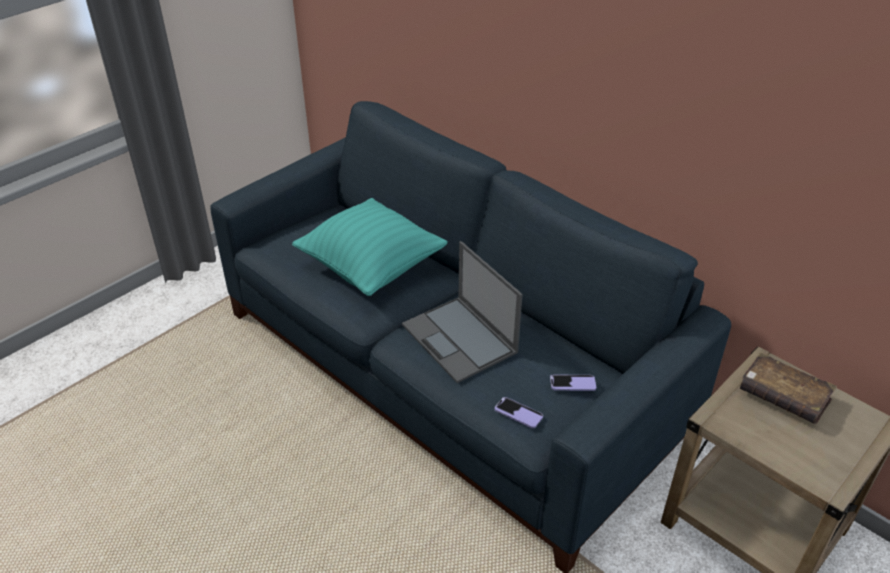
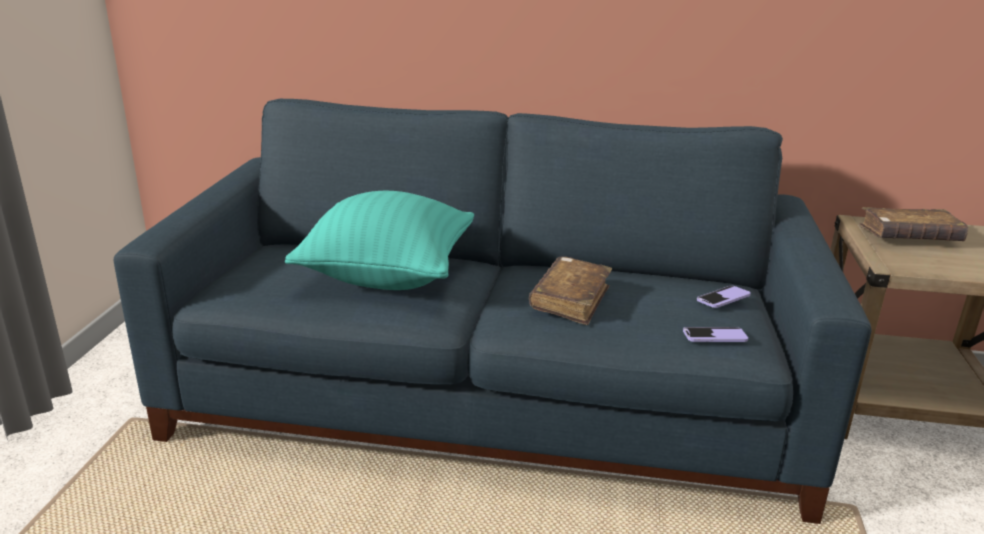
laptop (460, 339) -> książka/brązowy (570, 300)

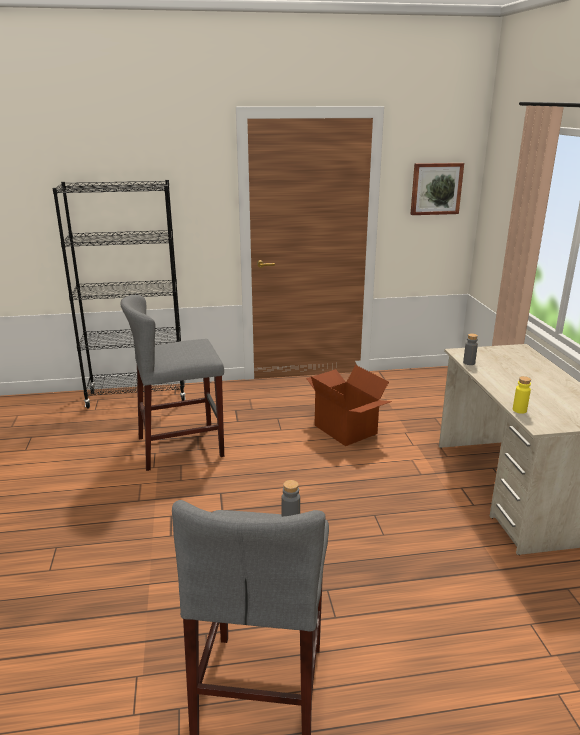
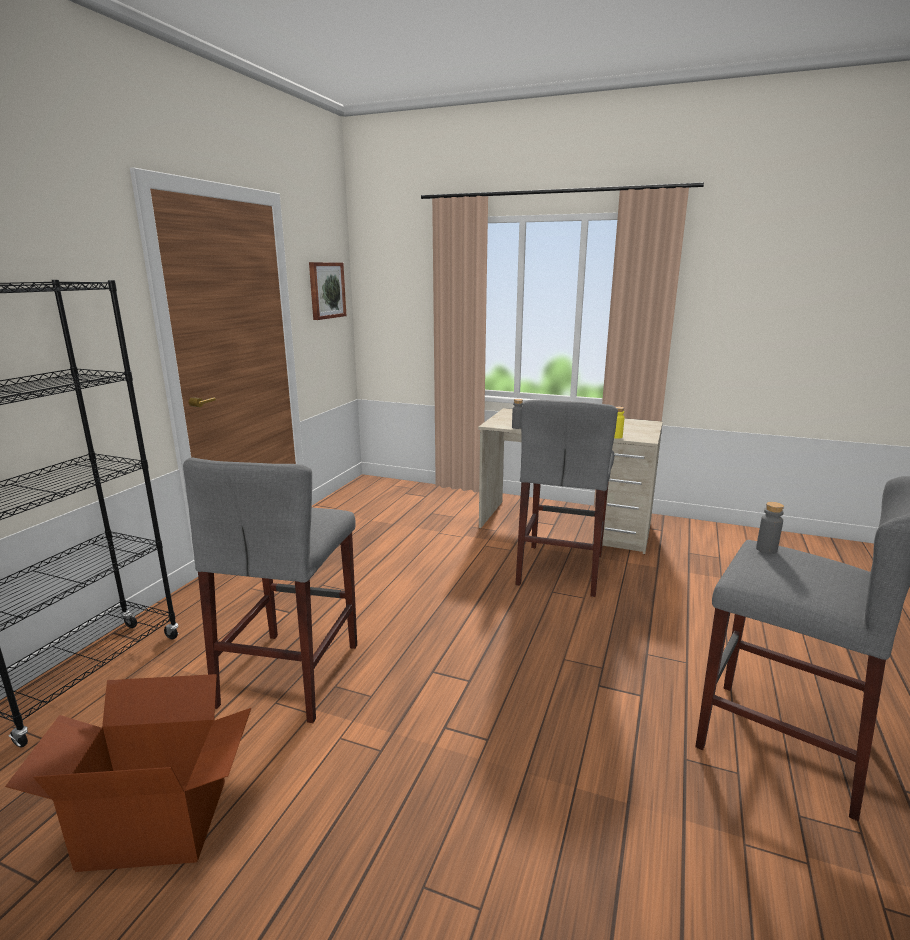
none -> stołek/szary (561, 569)
karton (346, 429) -> karton (156, 821), shifted

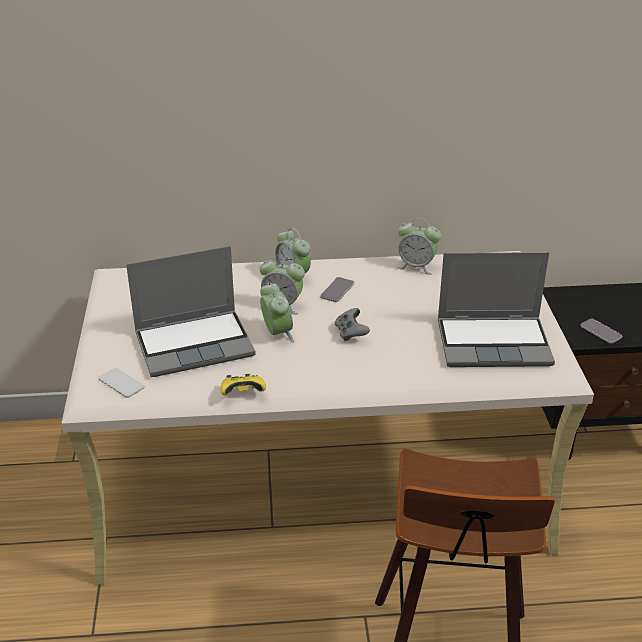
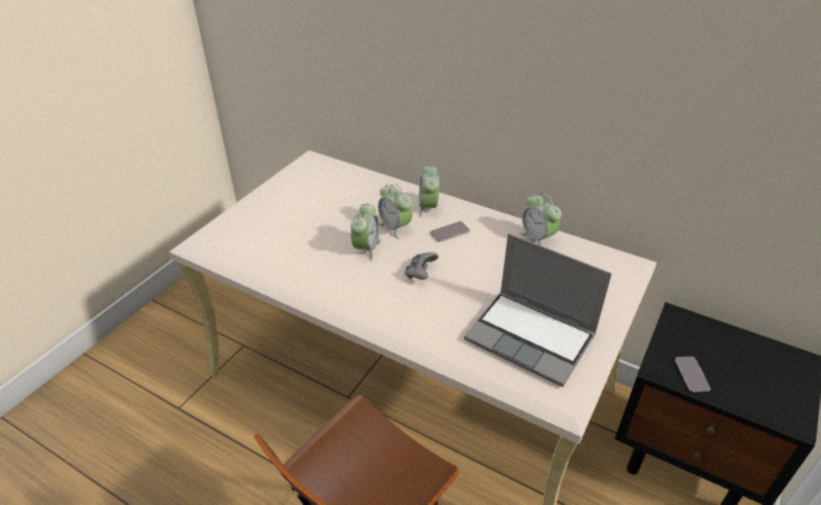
telefon (121, 383) -> none
laptop (195, 344) -> none
pad do gier/żółty (243, 394) -> none

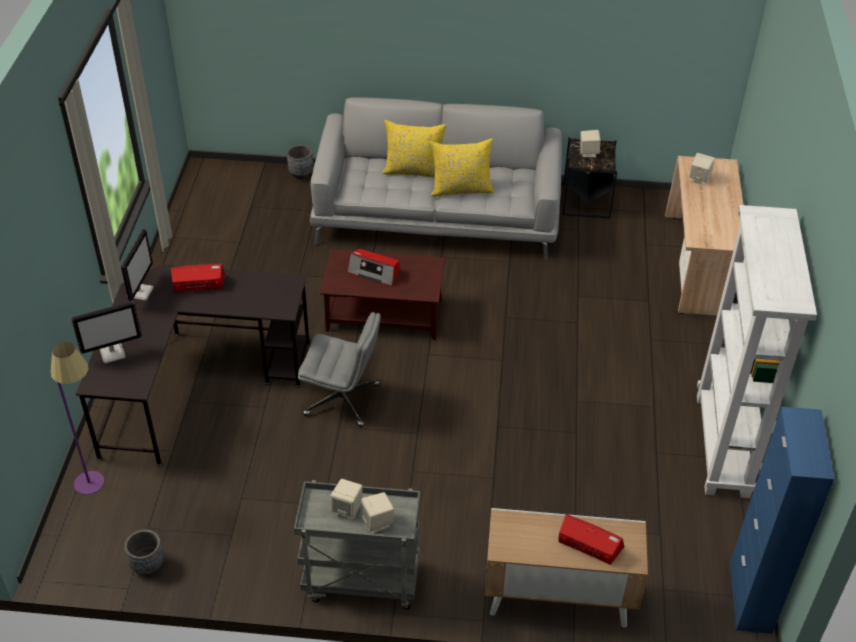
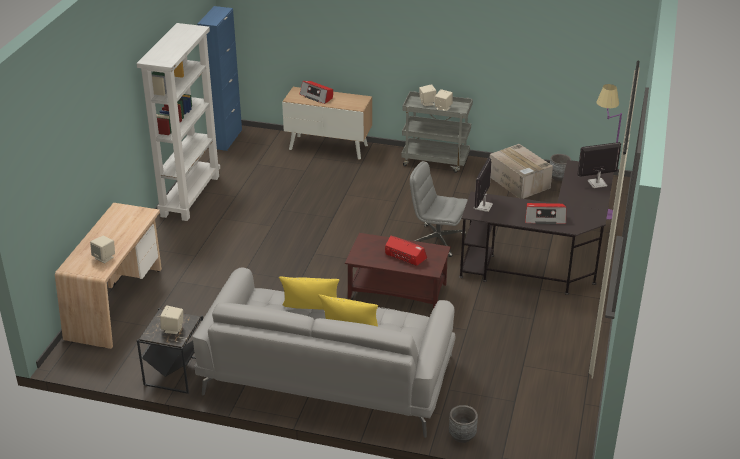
none -> karton (519, 182)
monitor (140, 292) -> monitor (483, 206), shifted

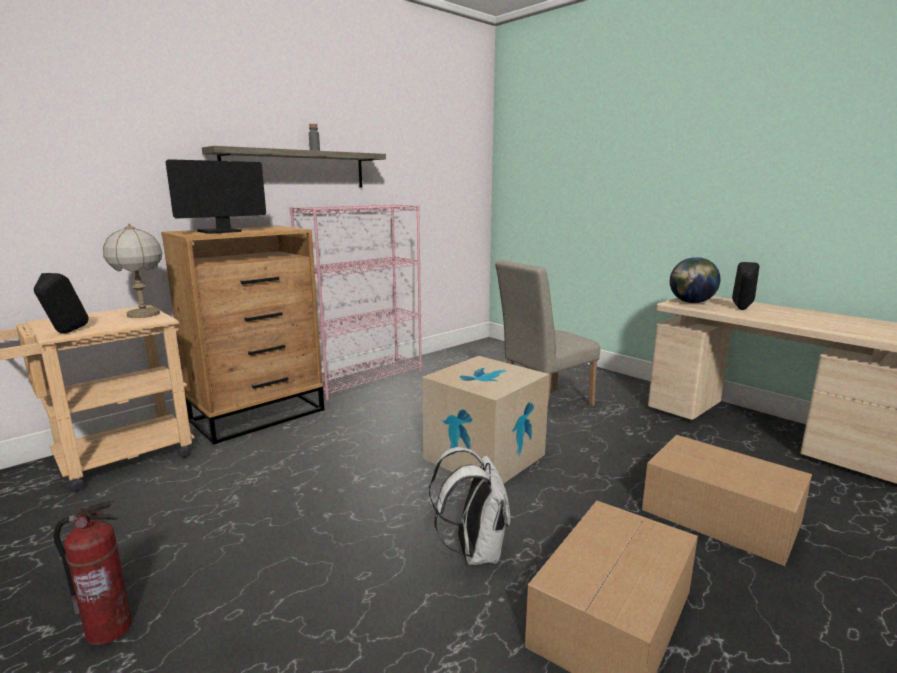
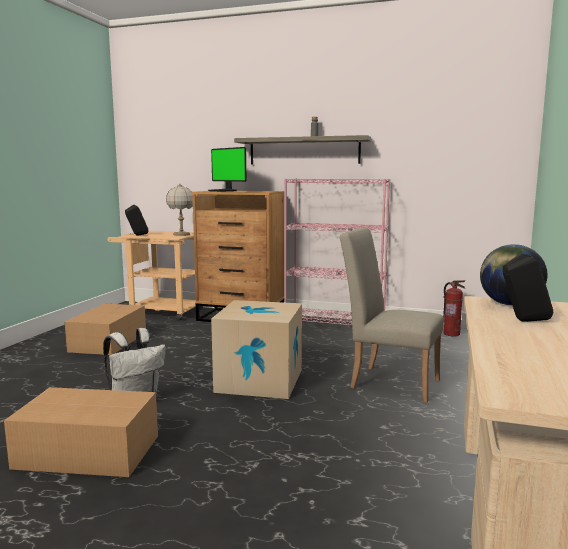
gaśnica (110, 628) -> gaśnica (452, 334), shifted
karton (718, 514) -> karton (109, 341), shifted
monitor (219, 232) -> monitor (223, 191), 150 degrees counterclockwise

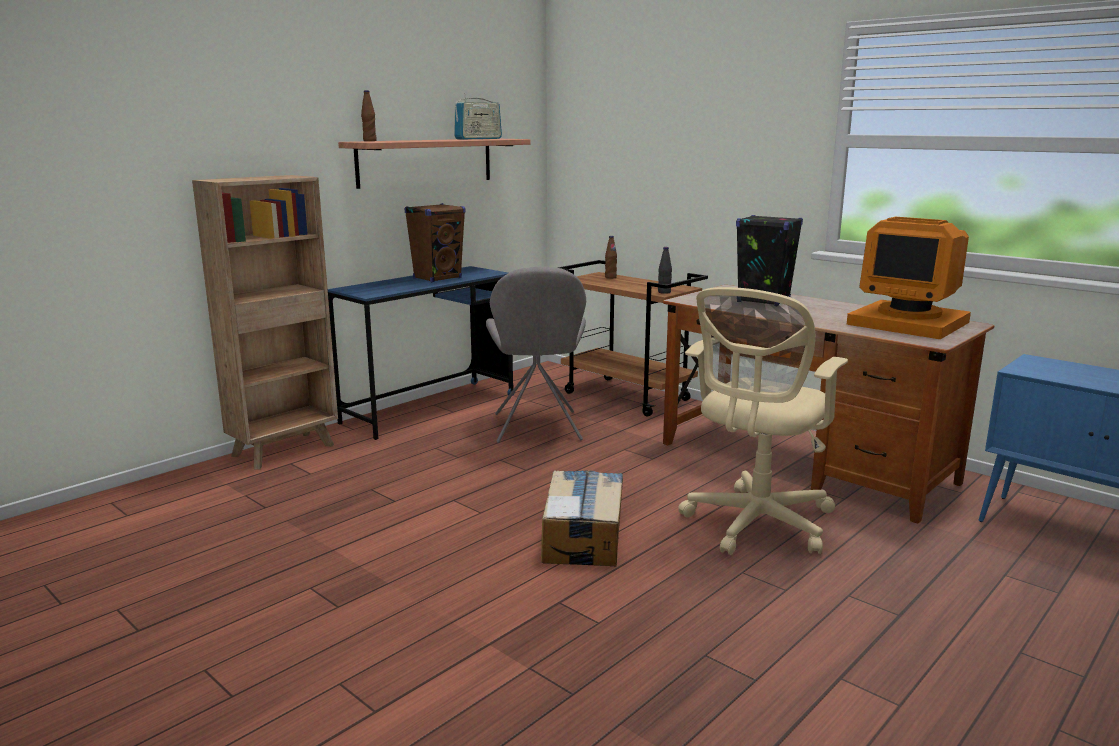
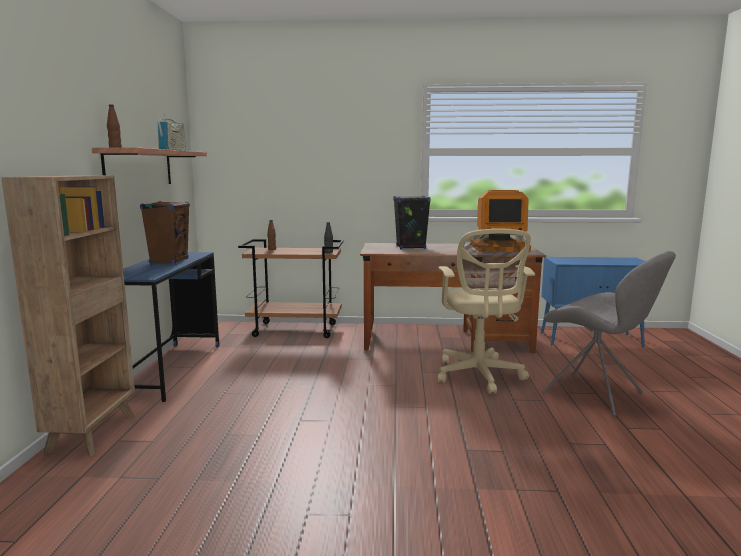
karton (583, 536) -> none
krzesło/szary (537, 428) -> krzesło/szary (596, 394), shifted

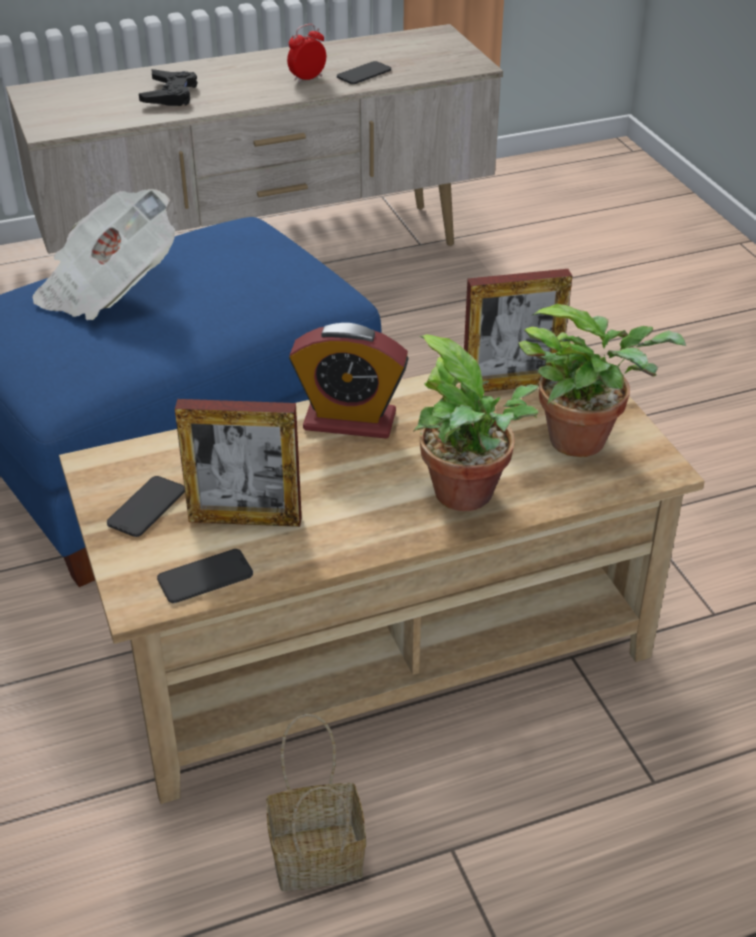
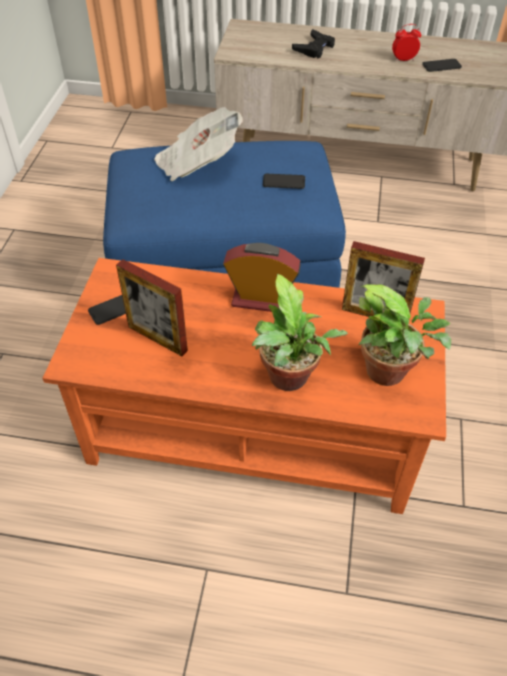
koszyk (320, 855) -> none
telefon (205, 577) -> telefon (284, 182), shifted
ława/beżowy (378, 643) -> ława/pomarańczowy (253, 427)
budzik (349, 421) -> budzik (261, 300), 150 degrees clockwise

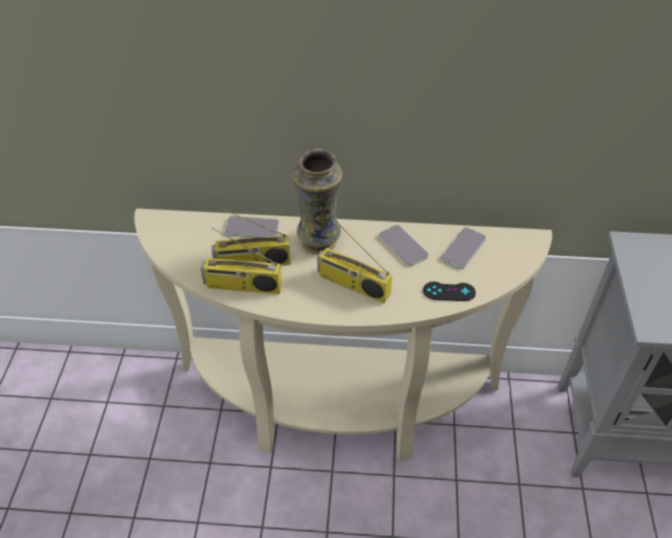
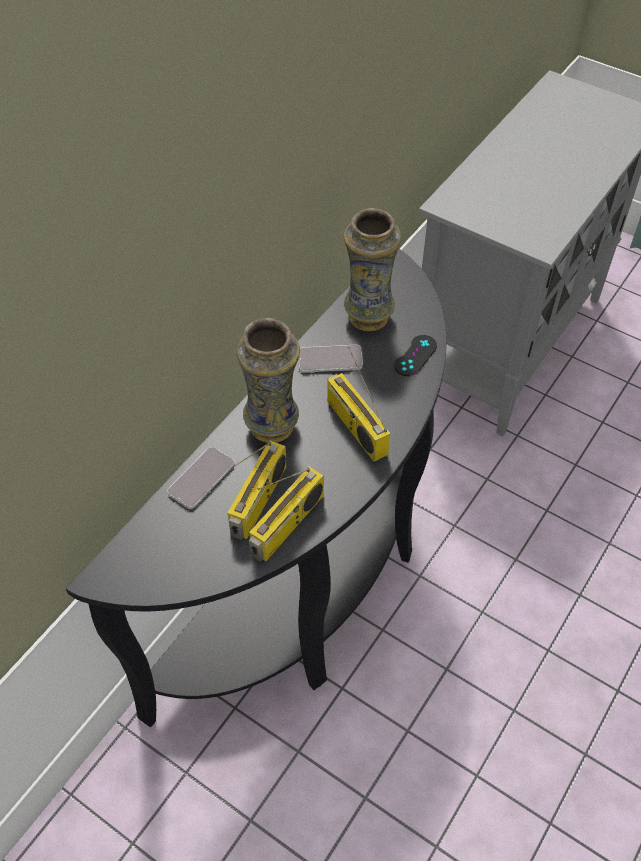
telefon (463, 248) -> wazon (368, 316)
stolik konsolowy/beżowy (336, 408) -> stolik konsolowy/czarny (311, 587)
radio (352, 285) -> radio (354, 426), 90 degrees clockwise

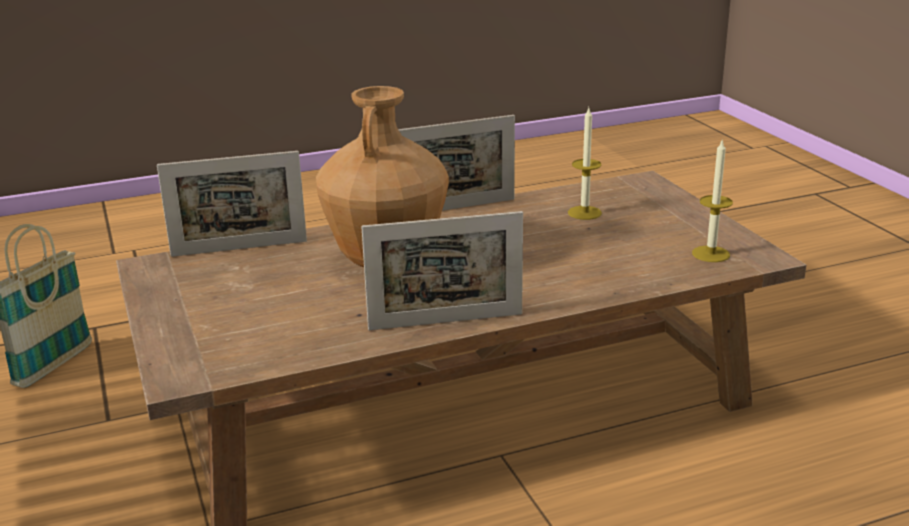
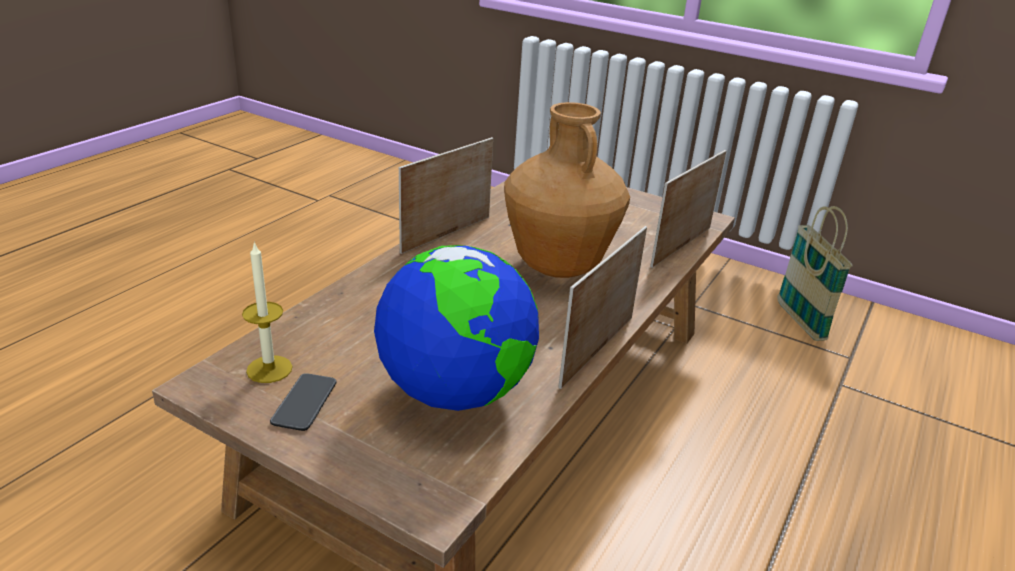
none -> telefon (304, 403)
świeca (584, 213) -> globus (455, 392)

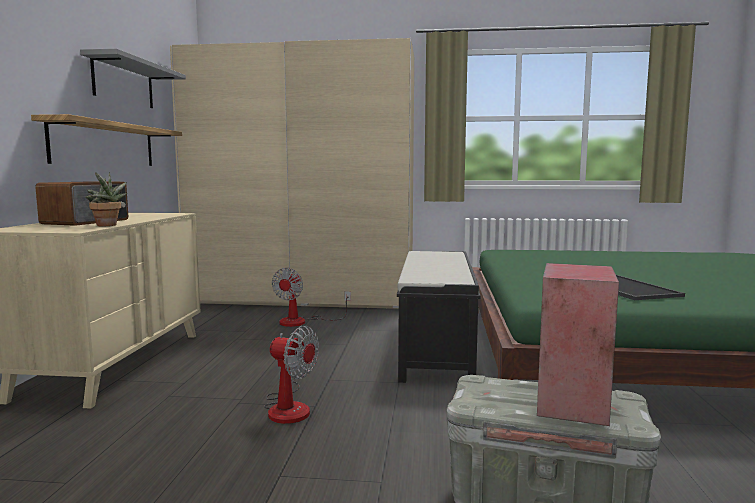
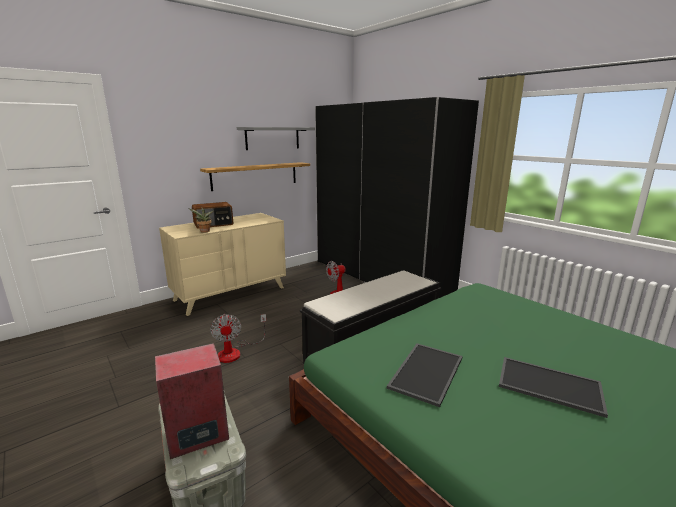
none -> taca (548, 386)
szafa/beżowy (303, 298) -> szafa/czarny (380, 276)

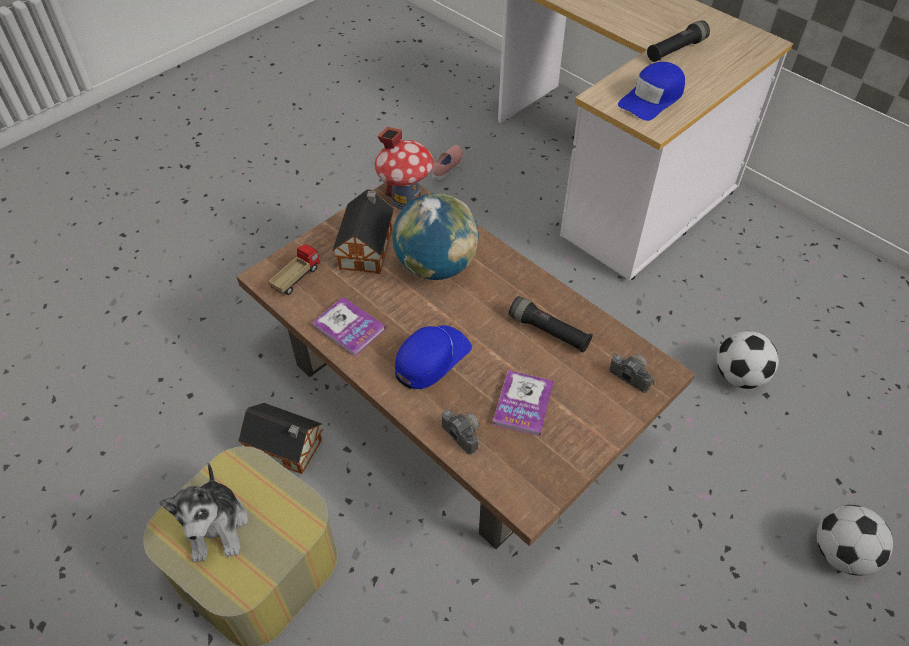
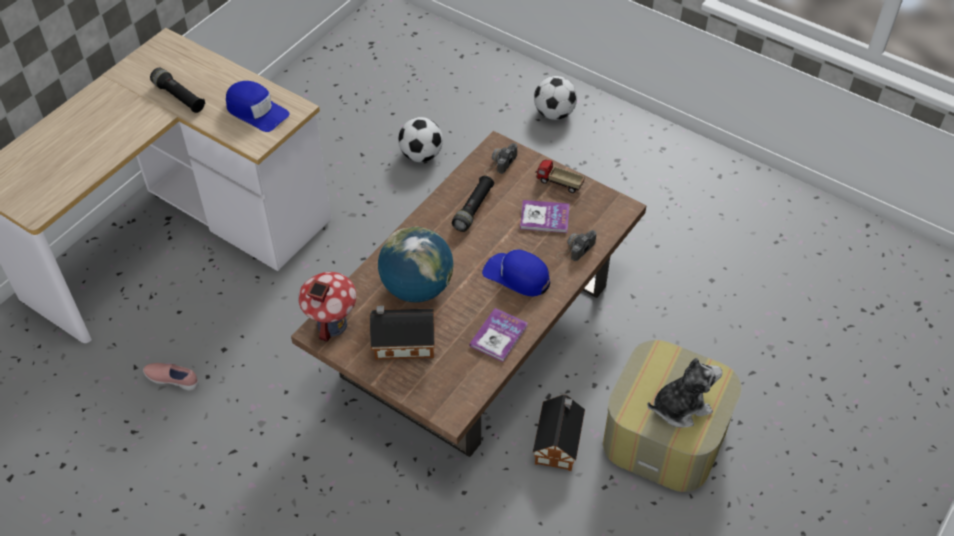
ciężarówka zabawkowa (296, 278) -> ciężarówka zabawkowa (559, 183), shifted

